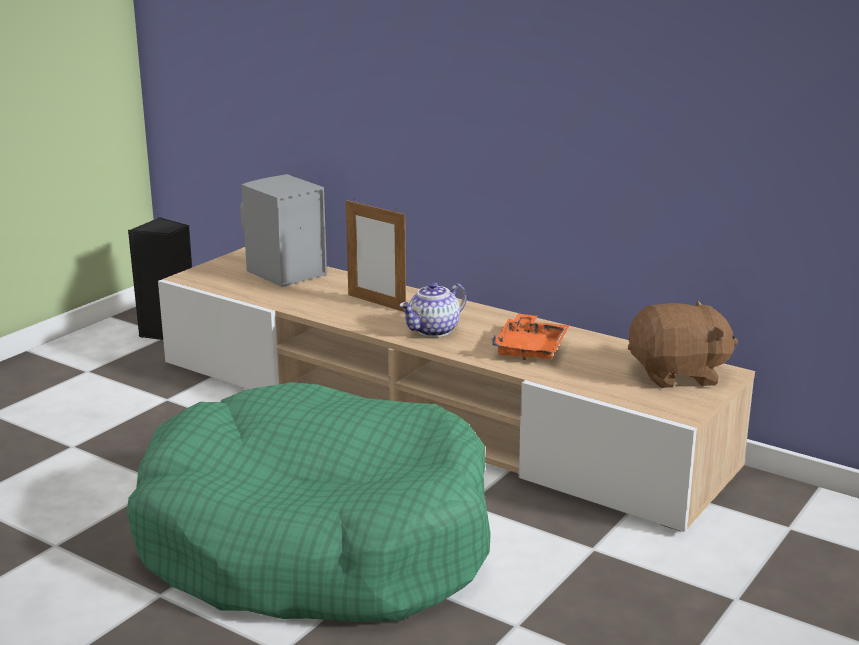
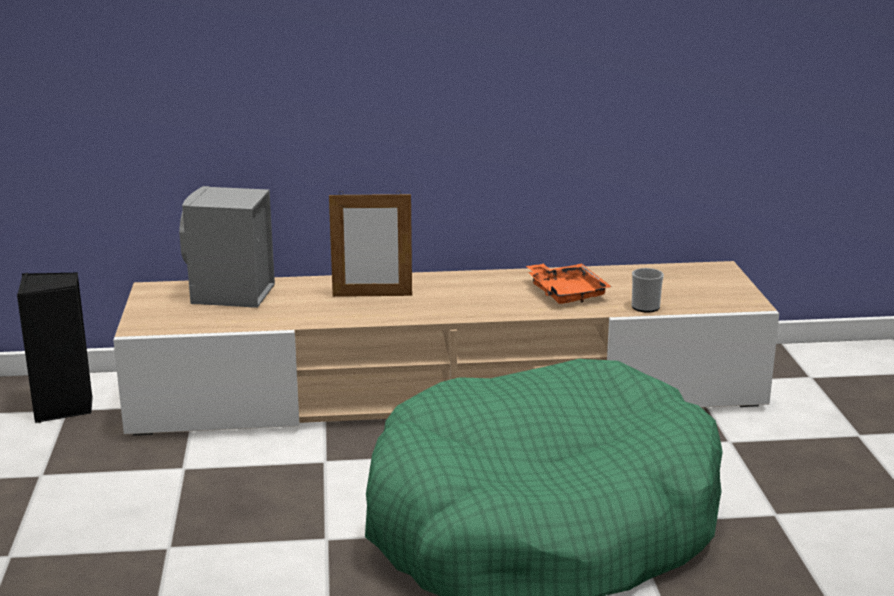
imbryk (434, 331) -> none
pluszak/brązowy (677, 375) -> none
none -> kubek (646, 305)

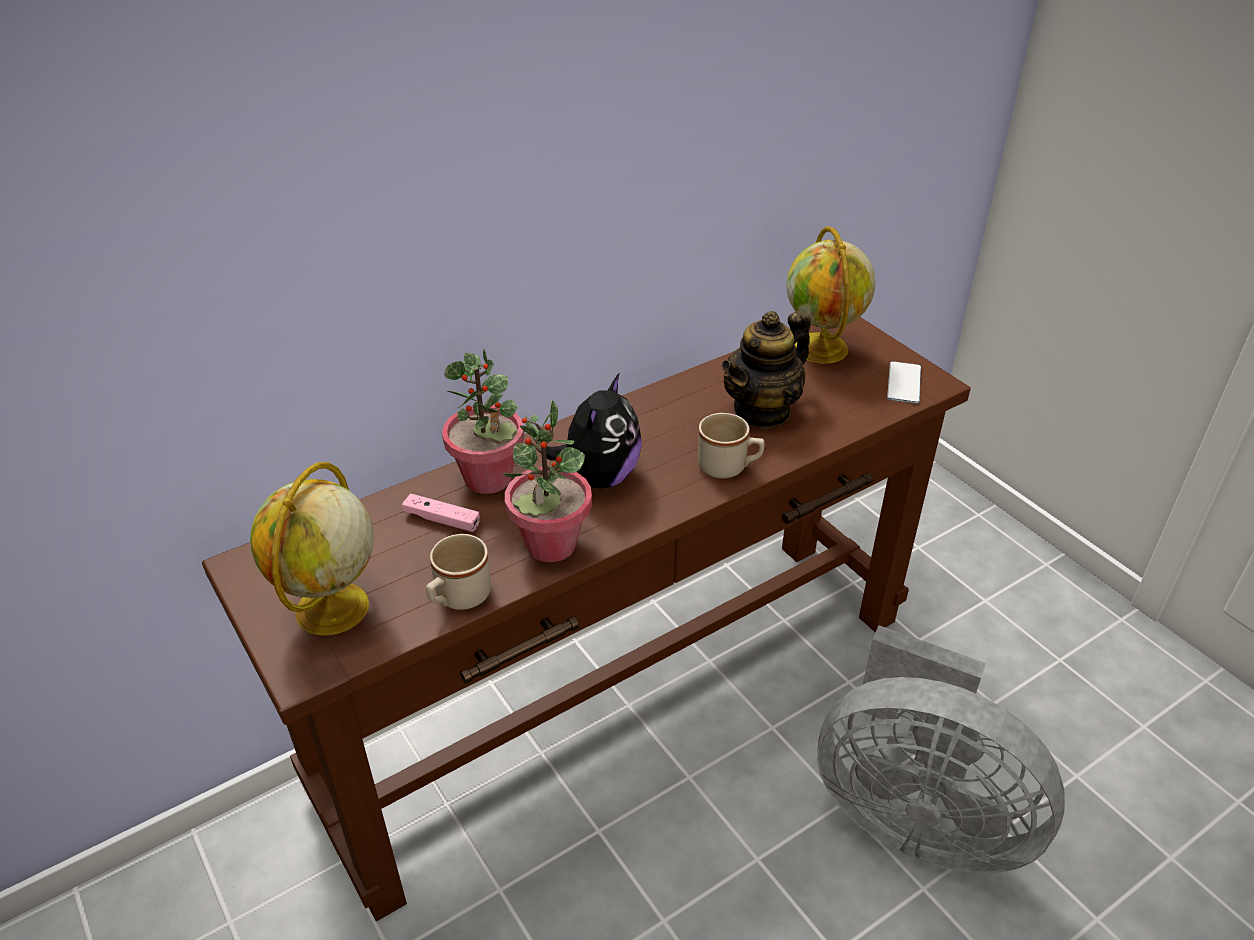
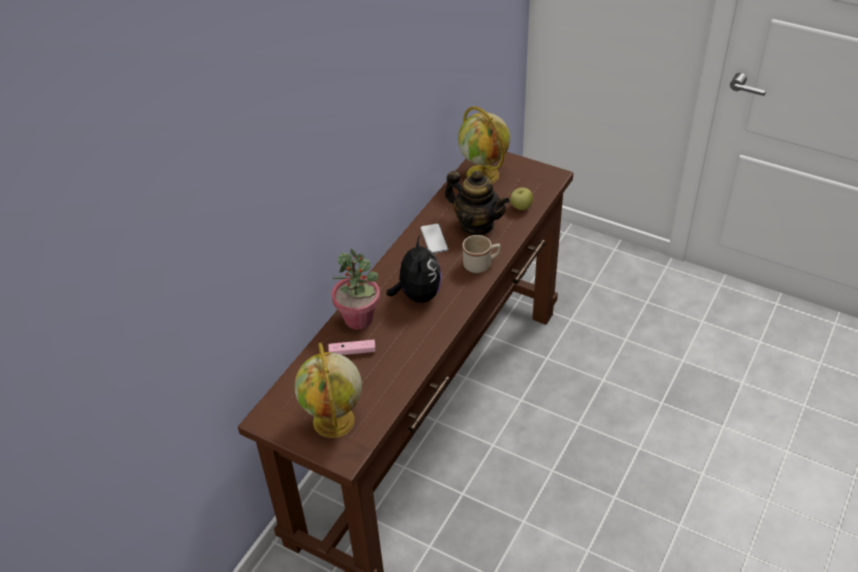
kubek/beżowy (458, 598) -> none
roślina doniczkowa (550, 545) -> none
wentylator/szary (914, 815) -> none
none -> jabłko (521, 207)
telefon (904, 383) -> telefon (434, 239), shifted
imbryk (762, 410) -> imbryk (476, 224), 75 degrees counterclockwise

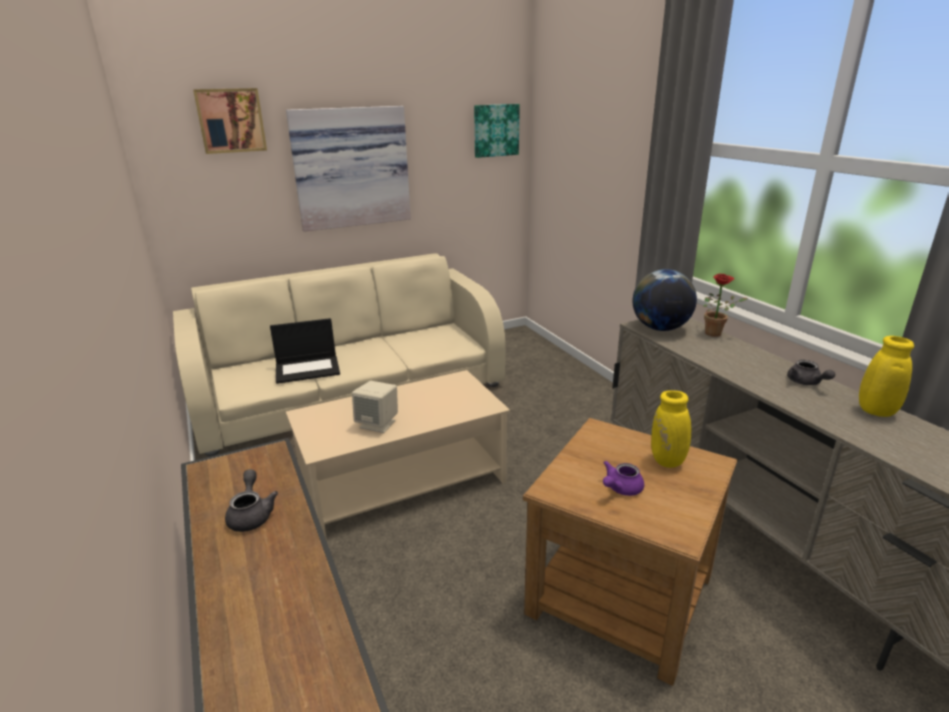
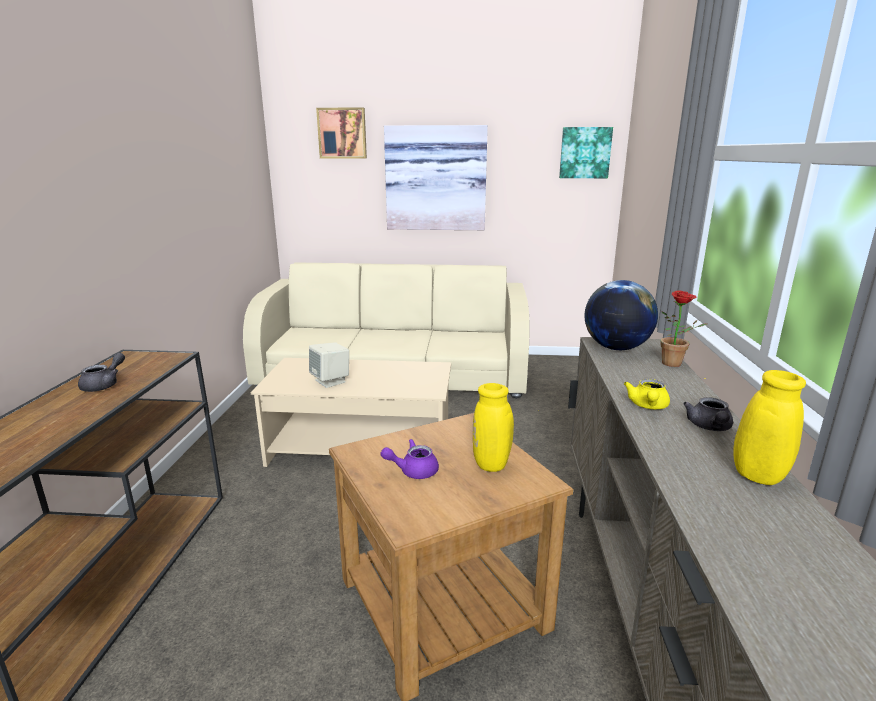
laptop (308, 369) -> none
none -> imbryk/żółty (648, 406)

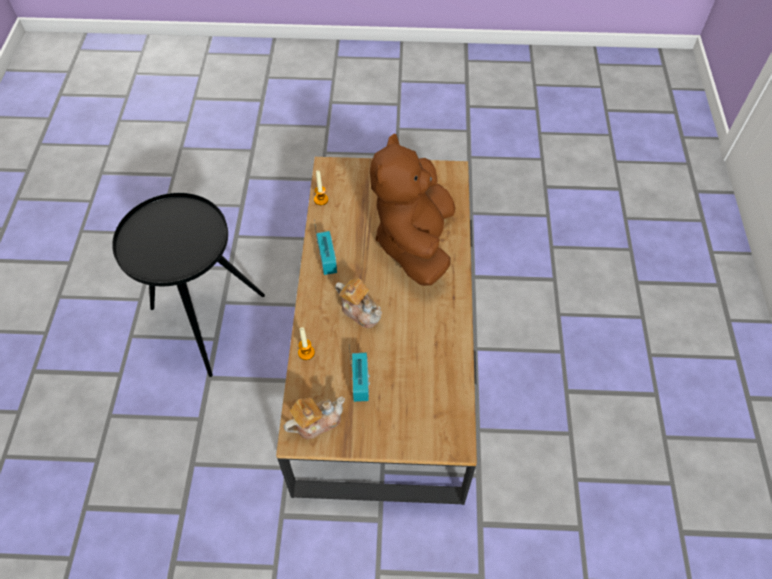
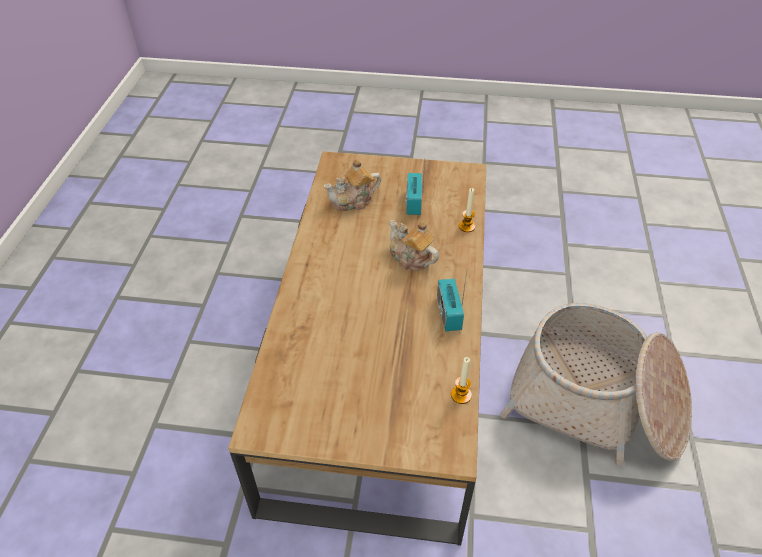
pluszak/brązowy (414, 242) -> none
imbryk (316, 422) -> imbryk (353, 201), shifted
stolik/czarny (205, 321) -> koszyk (596, 403)

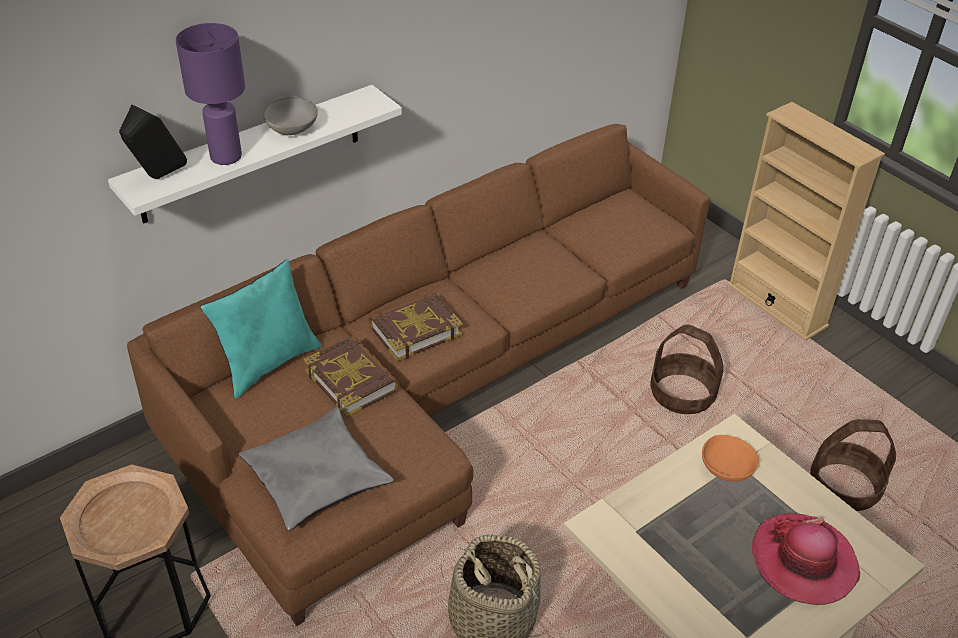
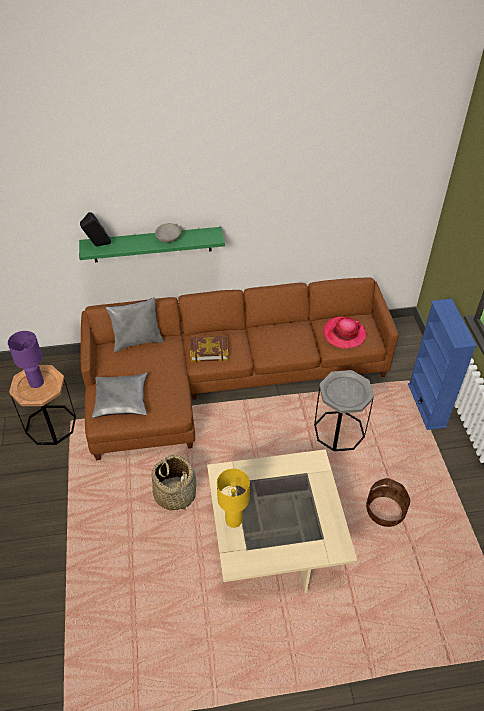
książka (352, 380) -> none
miska/pomarańczowy (726, 469) -> none
none -> lampa stołowa/żółty (234, 520)
lampa stołowa/fioletowy (227, 157) -> lampa stołowa/fioletowy (36, 383), shifted
kapelusz (803, 561) -> kapelusz (344, 334), shifted
koszyk (682, 394) -> stolik/szary (339, 431)
półka/biały (251, 154) -> półka/zielony (152, 244)
poduszka/turkusowy (268, 363) -> poduszka/szary (138, 341)
regał/beżowy (776, 305) -> regał/niebieski (426, 405)

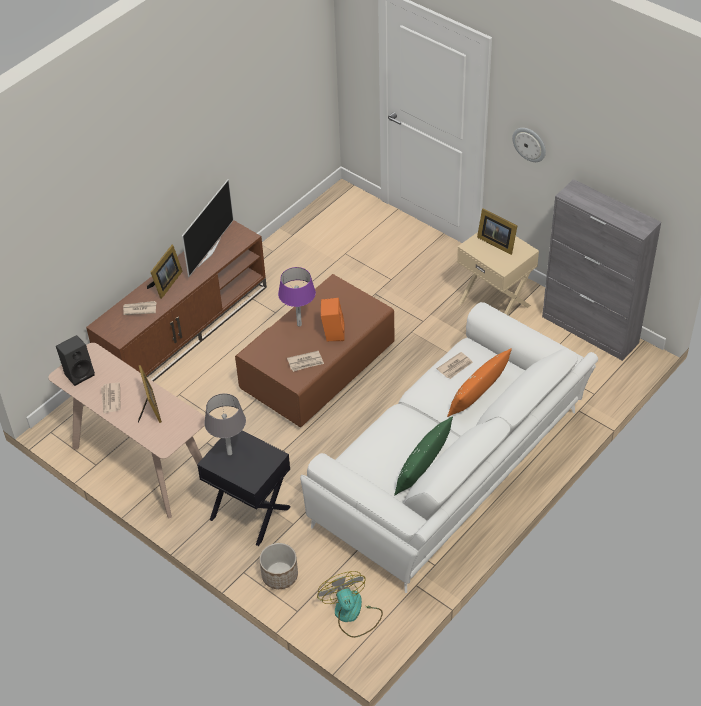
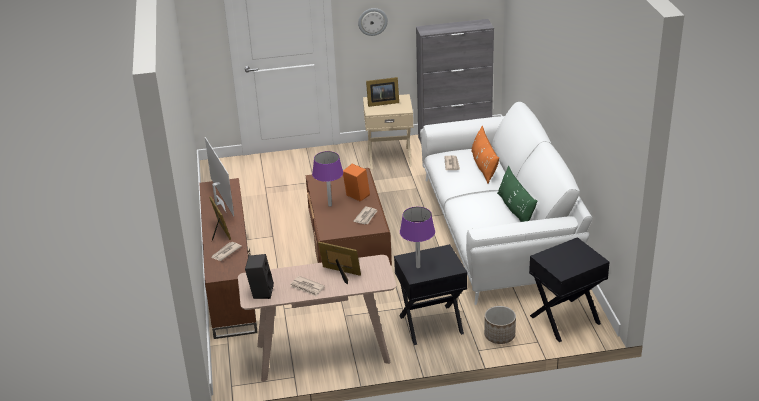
wentylator (352, 614) -> stolik/czarny (565, 320)
lampa stołowa/szary (229, 453) -> lampa stołowa/fioletowy (418, 267)

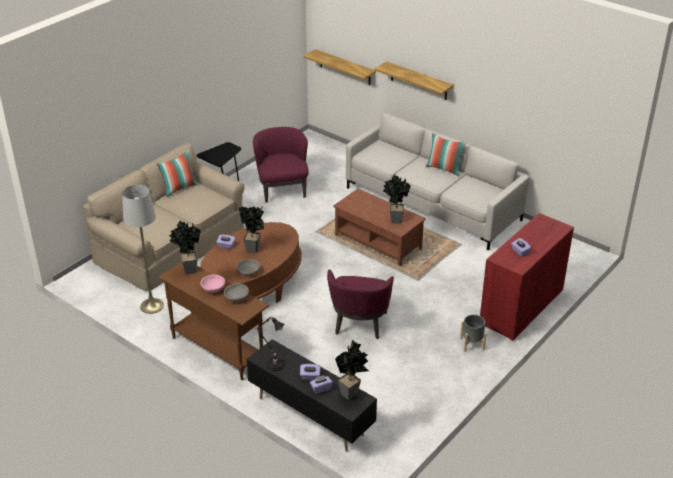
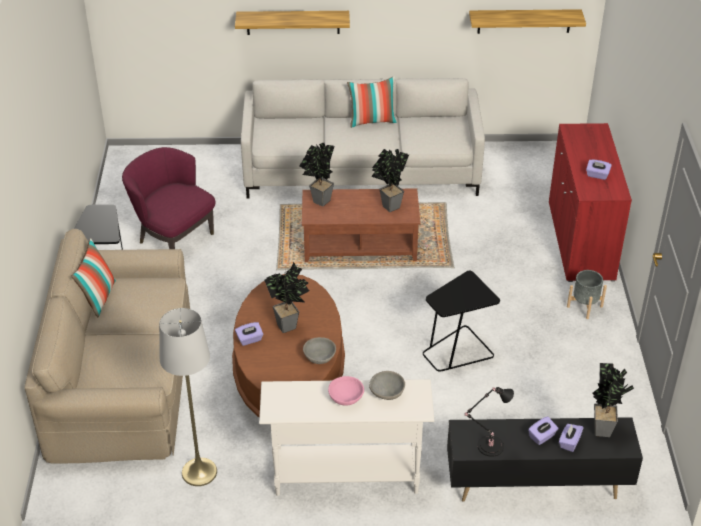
roślina doniczkowa (187, 270) -> roślina doniczkowa (319, 202), shifted
półka (345, 67) -> półka (524, 21), shifted
fotel/fioletowy (359, 324) -> stolik/czarny (457, 351)
stolik konsolowy/brązowy (217, 350) -> stolik konsolowy/biały (346, 476)

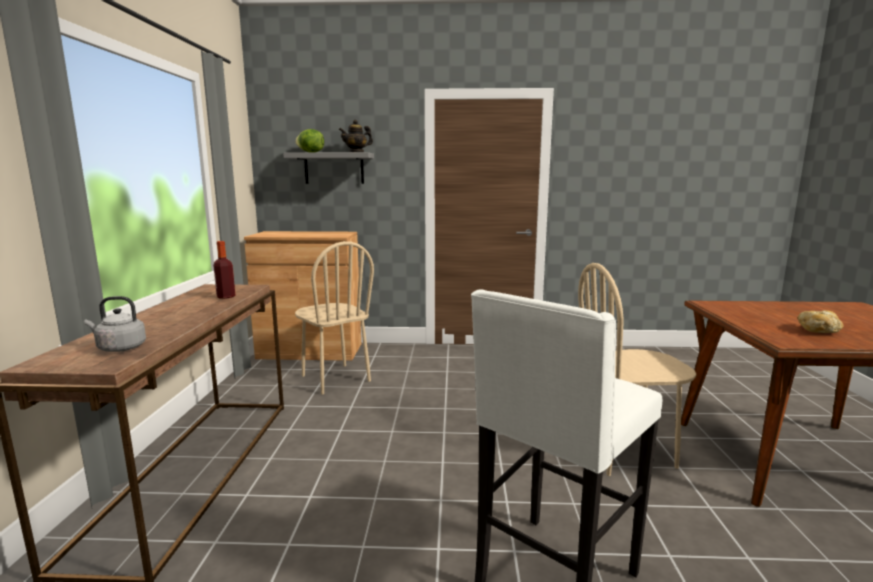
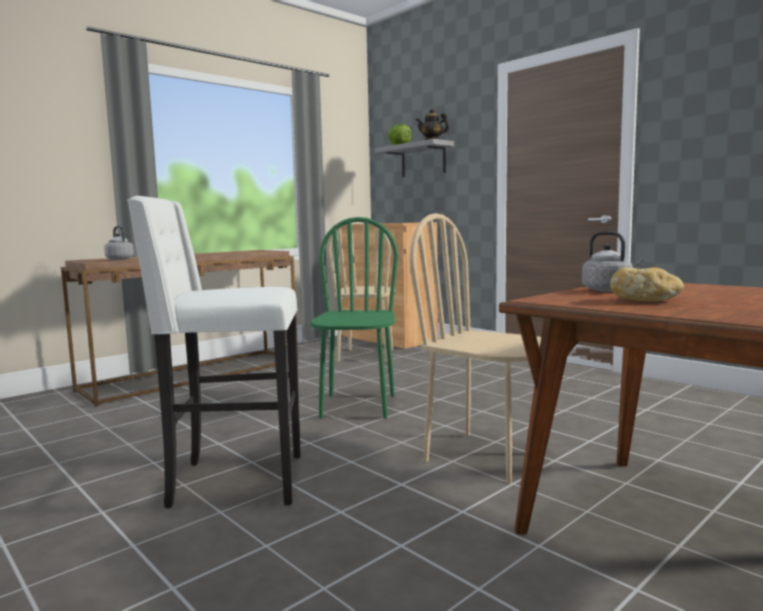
butelka (226, 296) -> none
none -> krzesło/zielony (357, 406)
none -> czajnik/szary (609, 290)

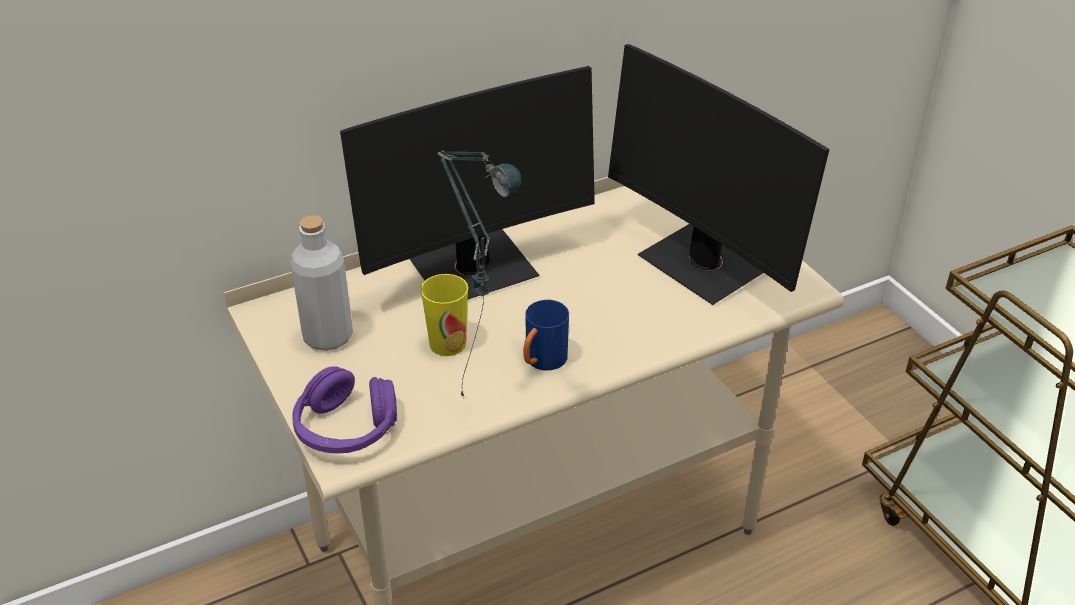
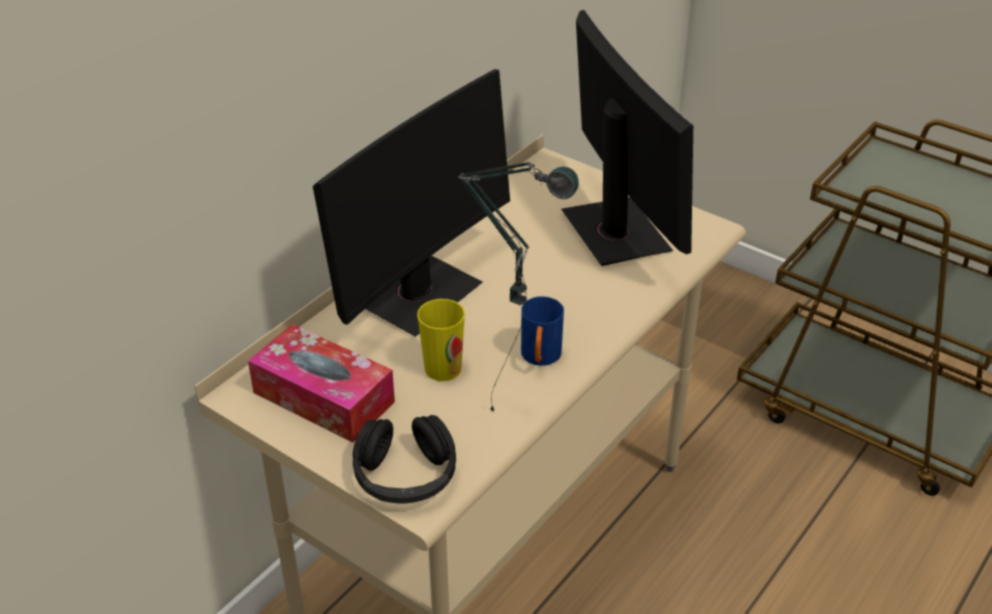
butelka/szary (328, 336) -> pudełko chusteczek (323, 397)
słuchawki/fioletowy (346, 428) -> słuchawki/czarny (405, 476)
monitor (703, 265) -> monitor (615, 232), 135 degrees counterclockwise

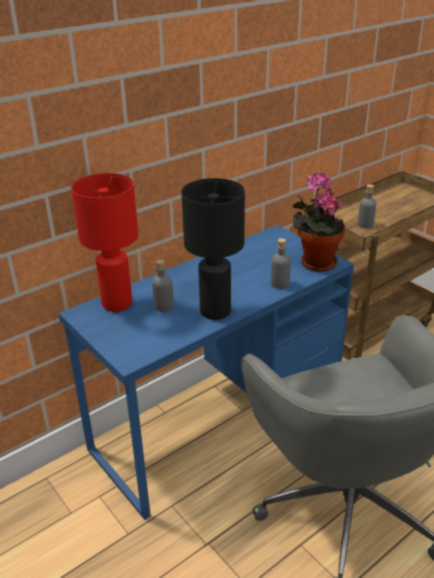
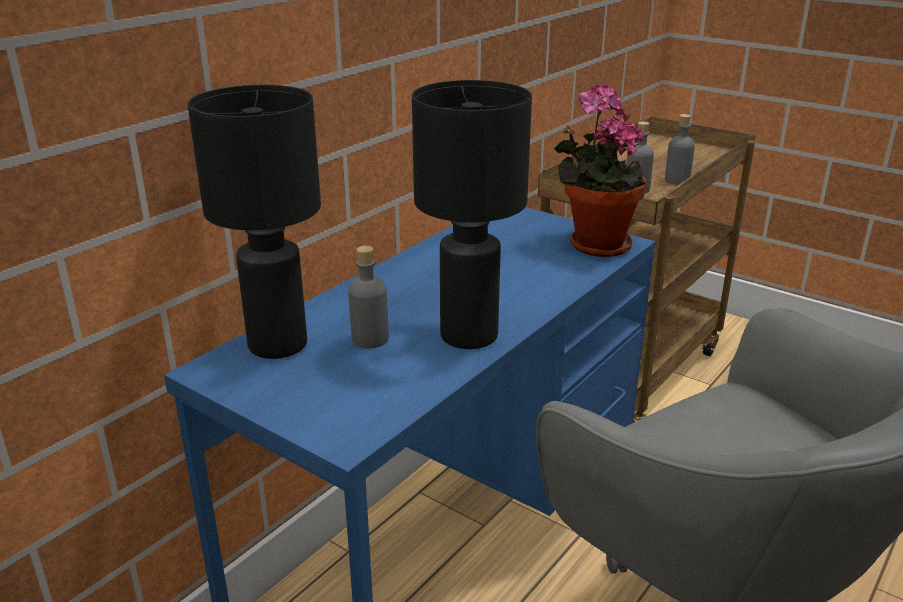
butelka/szary (280, 284) -> butelka/szary (677, 180), shifted
lampa stołowa/czerwony (118, 303) -> lampa stołowa/czarny (279, 344)

